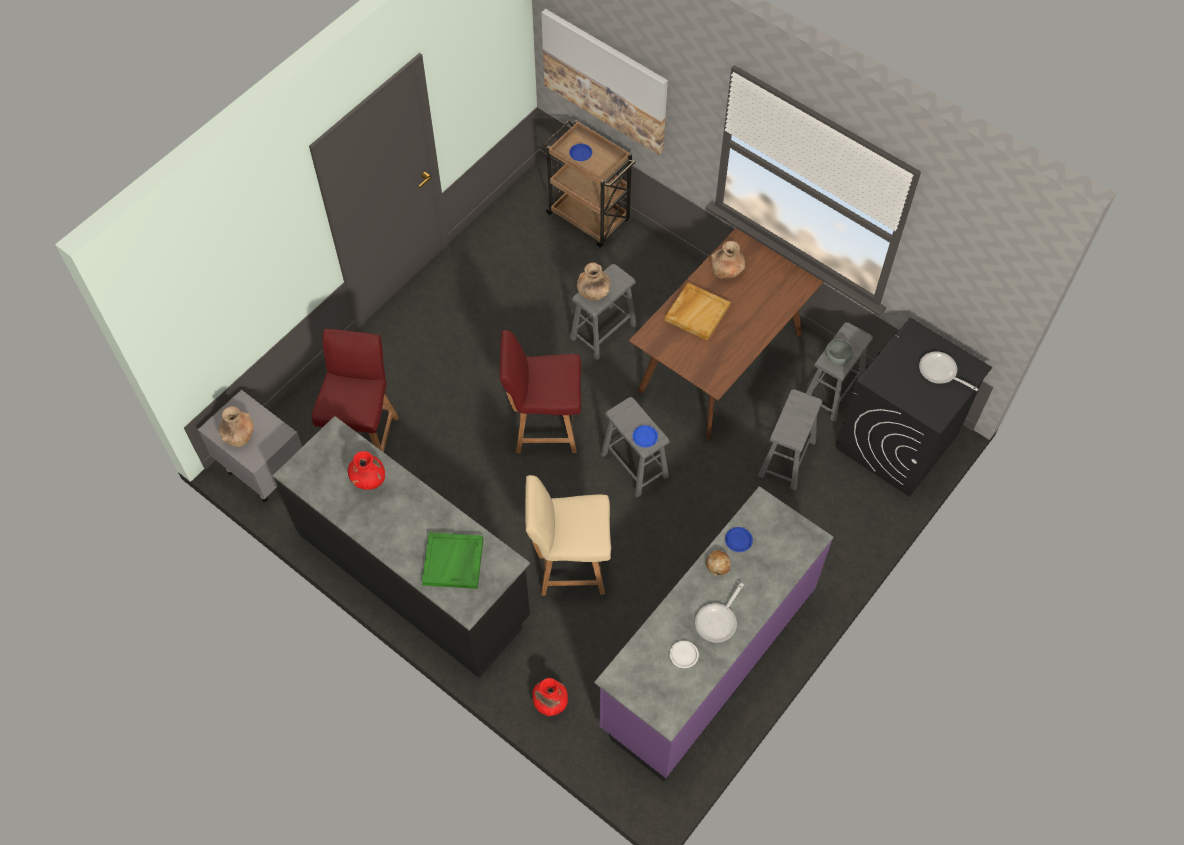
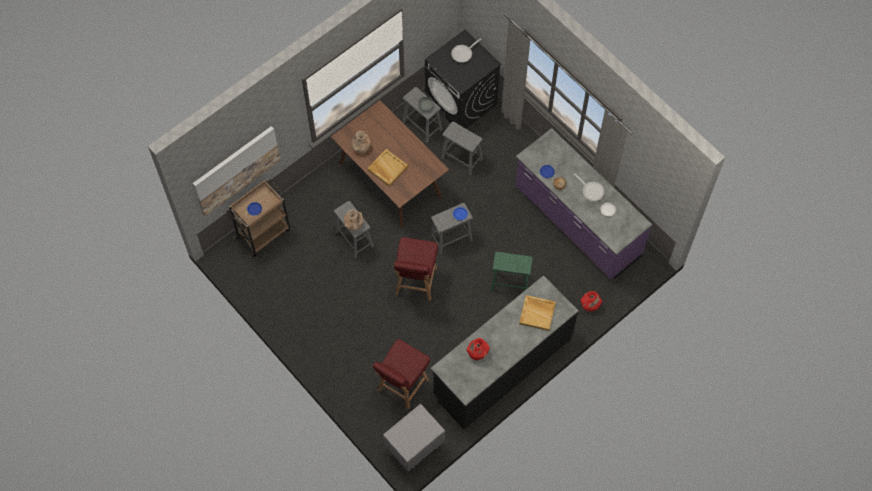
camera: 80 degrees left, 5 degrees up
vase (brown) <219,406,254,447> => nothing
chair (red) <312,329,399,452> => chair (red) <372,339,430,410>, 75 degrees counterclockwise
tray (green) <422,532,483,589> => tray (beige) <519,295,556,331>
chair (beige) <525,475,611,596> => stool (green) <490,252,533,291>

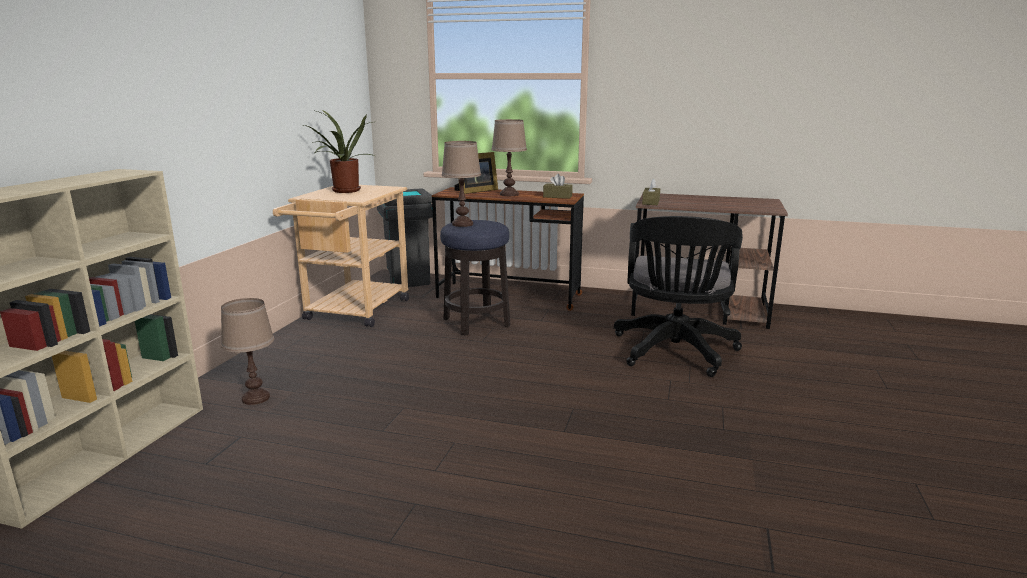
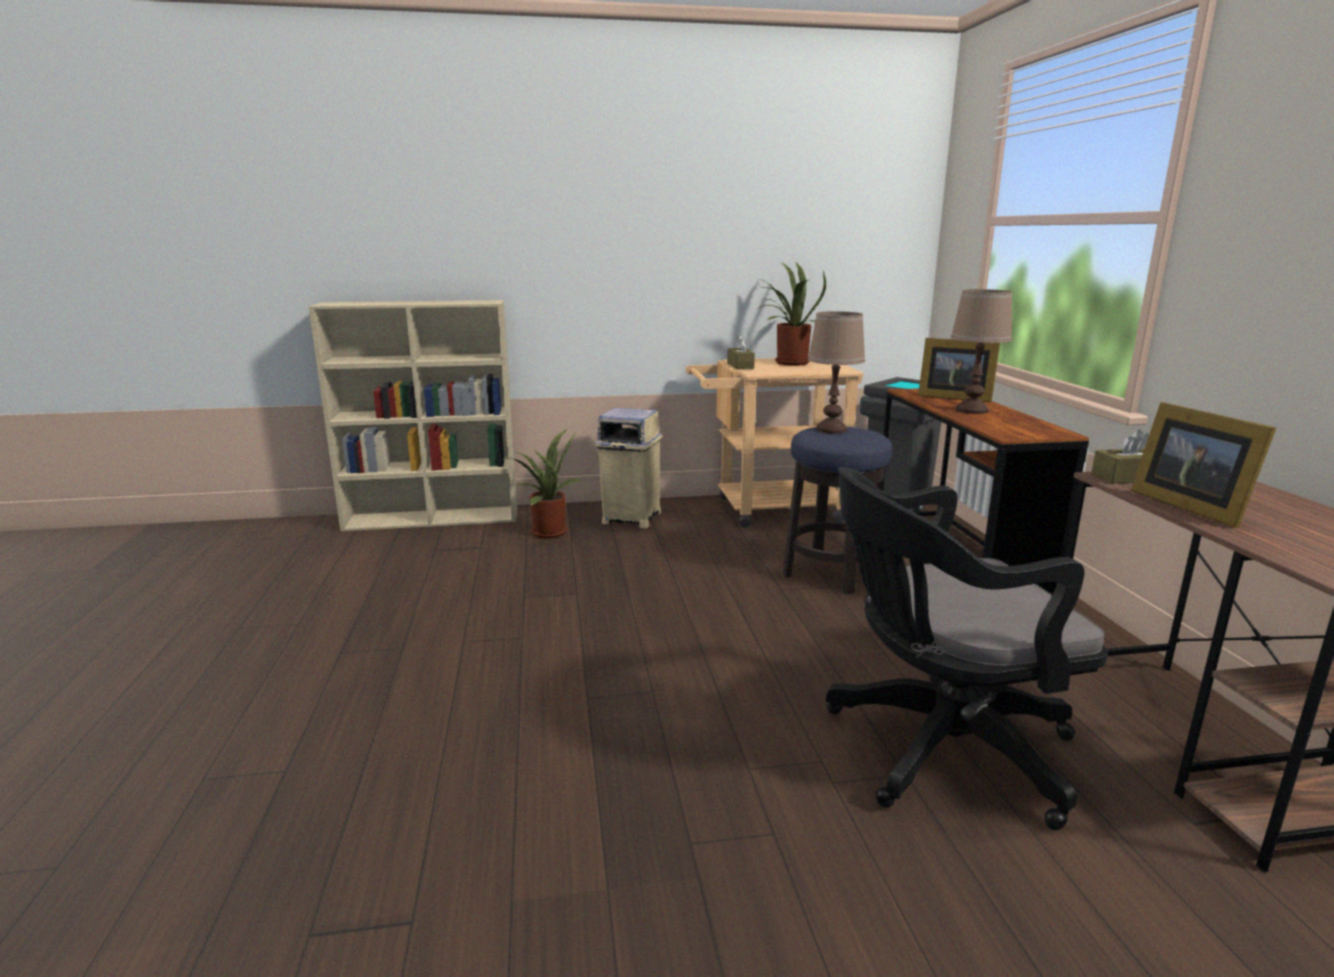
camera: 65 degrees right, 0 degrees up
table lamp (brown) <221,298,274,405> => potted plant <501,430,581,539>
tissue box (brown) <543,174,573,199> => tissue box (brown) <727,335,755,369>, moved
nothing => trash can (beige) <595,408,663,528>
nothing => picture frame <1131,402,1276,528>

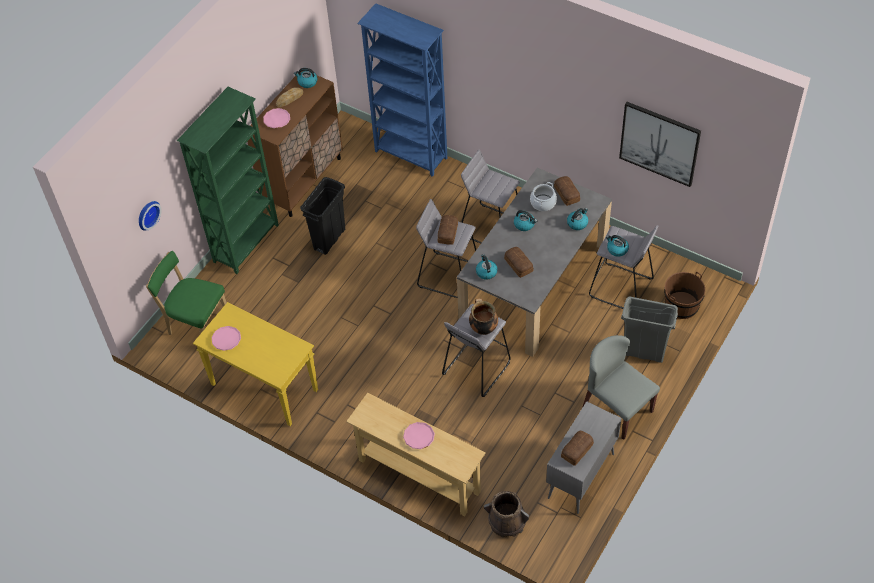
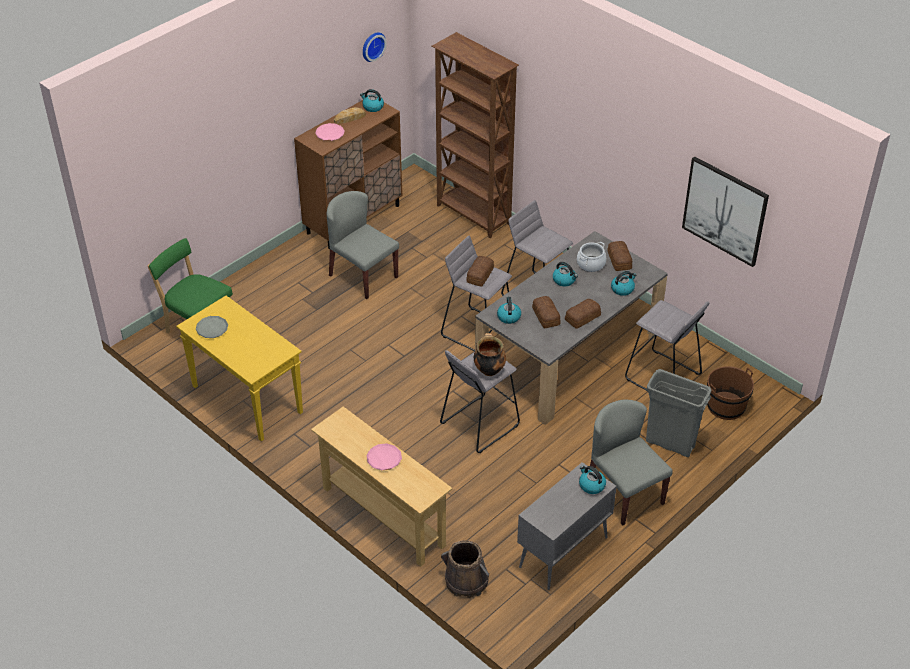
camera: 10 degrees right, 10 degrees down
wall clock <139,201,161,230> => wall clock <363,32,387,62>, moved
bookcase (green) <177,87,279,274> => nothing
plate (pink) <212,326,241,351> => plate (grey) <196,316,228,338>
trash can (black) <300,177,345,255> => chair (grey) <327,191,399,299>
bookcase (blue) <357,3,447,177> => bookcase (brown) <432,32,519,238>
bread <561,431,594,466> => bread <565,299,601,329>, moved
kettle <606,235,629,257> => kettle <579,465,606,494>, moved

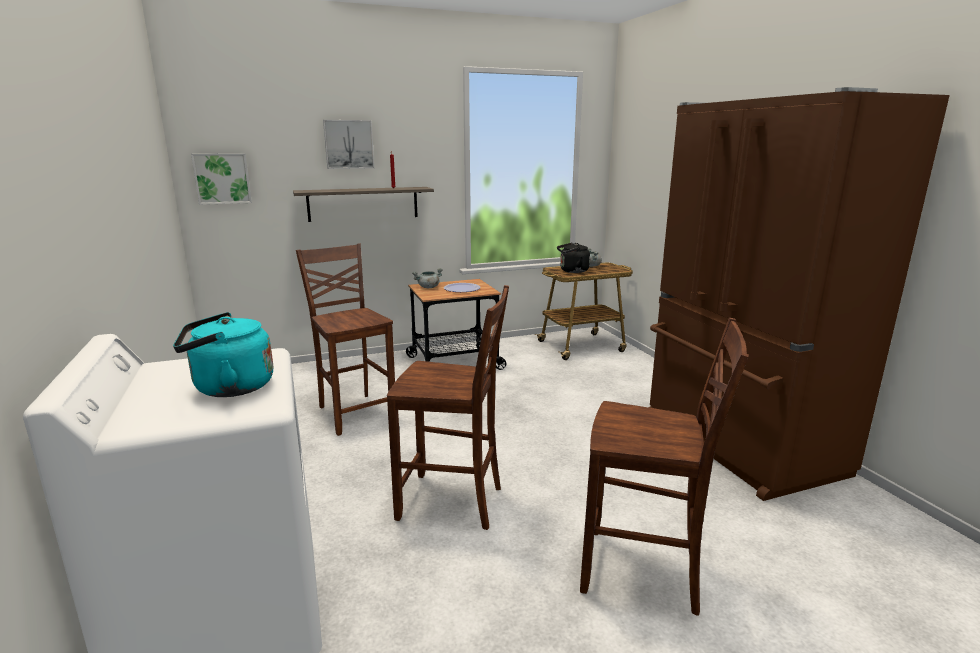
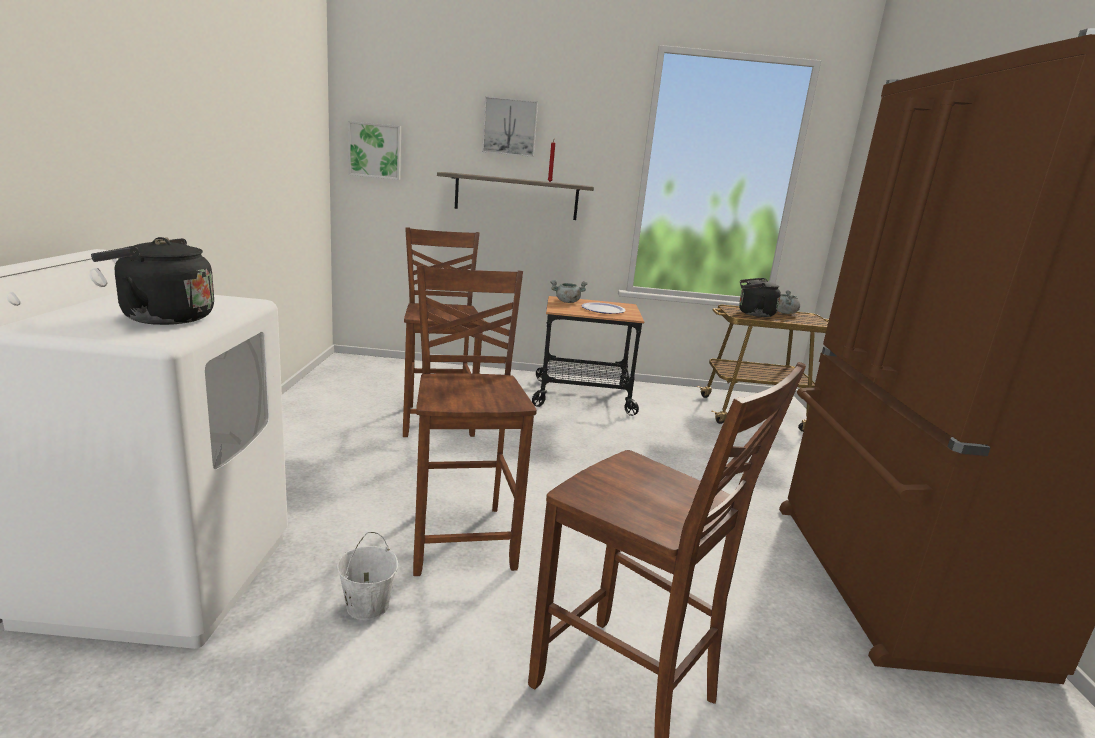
camera: 20 degrees right, 0 degrees up
kettle (turquoise) <173,312,273,397> => kettle (black) <91,237,214,325>
chair (brown) <387,285,509,530> => chair (brown) <413,265,537,576>, 135 degrees counterclockwise
nothing => bucket (white) <337,532,398,620>

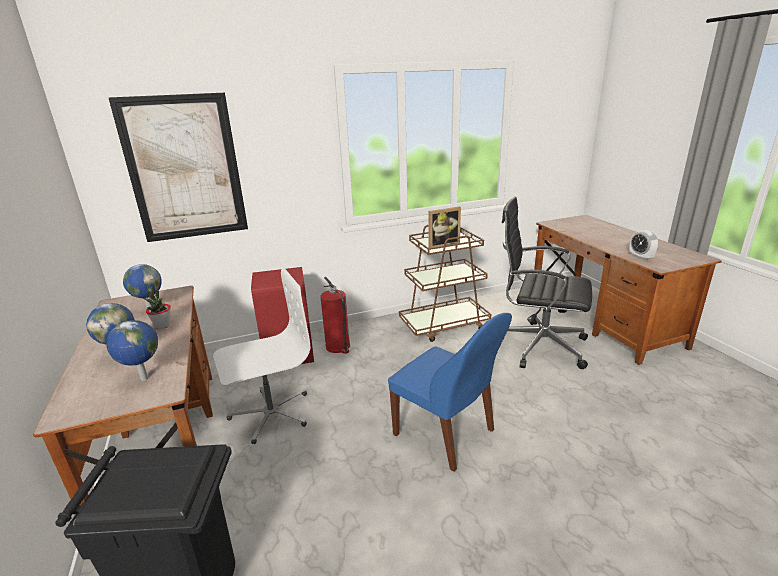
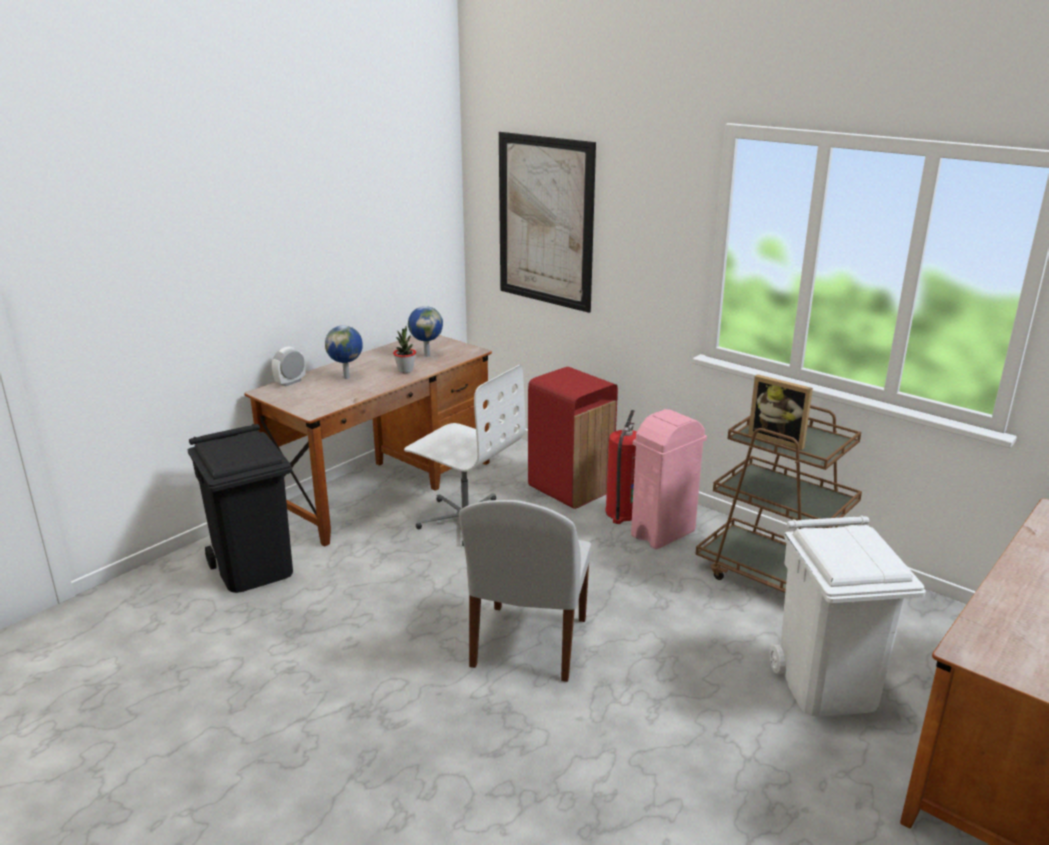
camera: 60 degrees right, 0 degrees up
globe <107,320,158,381> => nothing
chair (blue) <388,313,512,472> => chair (white) <459,500,591,682>
office chair (black) <502,197,592,369> => trash can (white) <769,515,926,717>
alarm clock <629,230,658,260> => alarm clock <272,347,305,386>, moved
nothing => trash can (pink) <631,409,707,549>

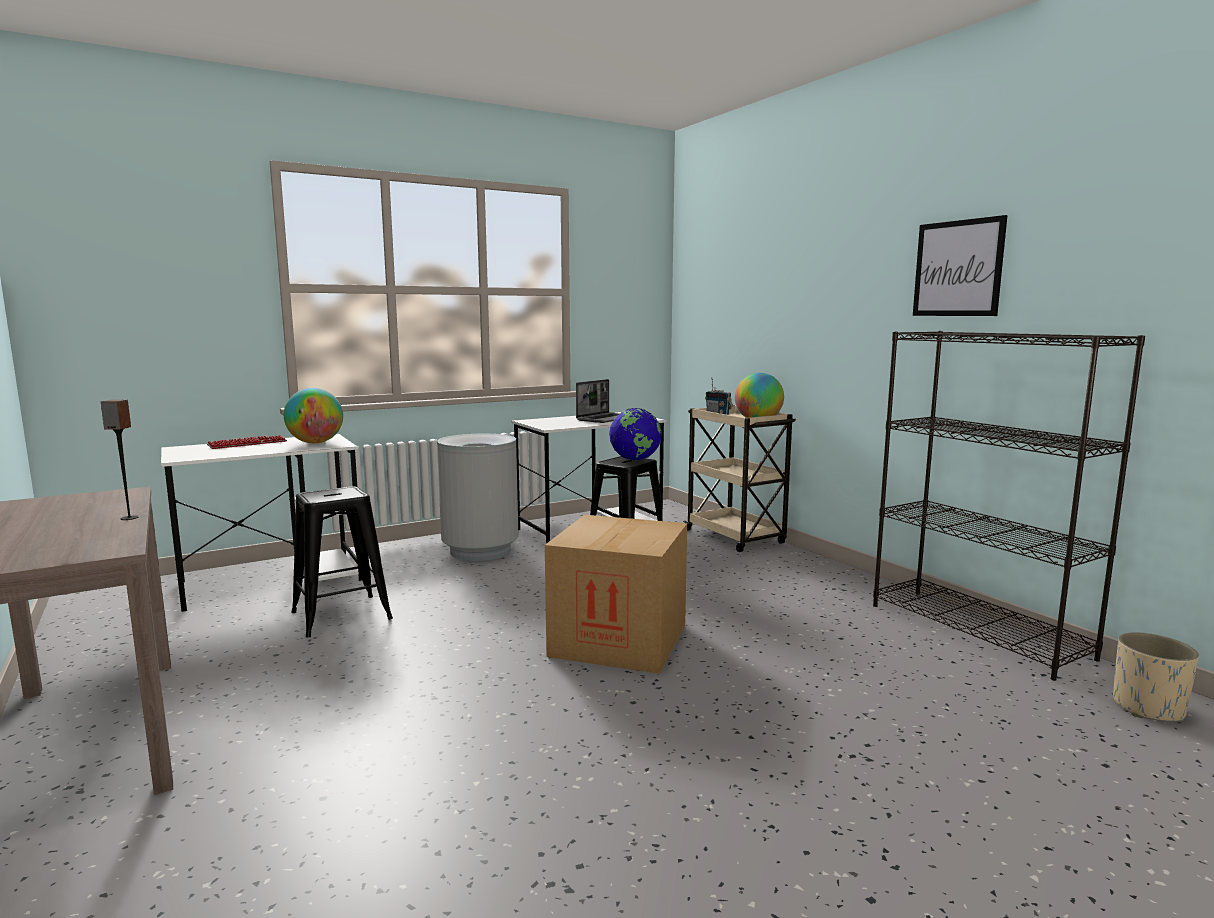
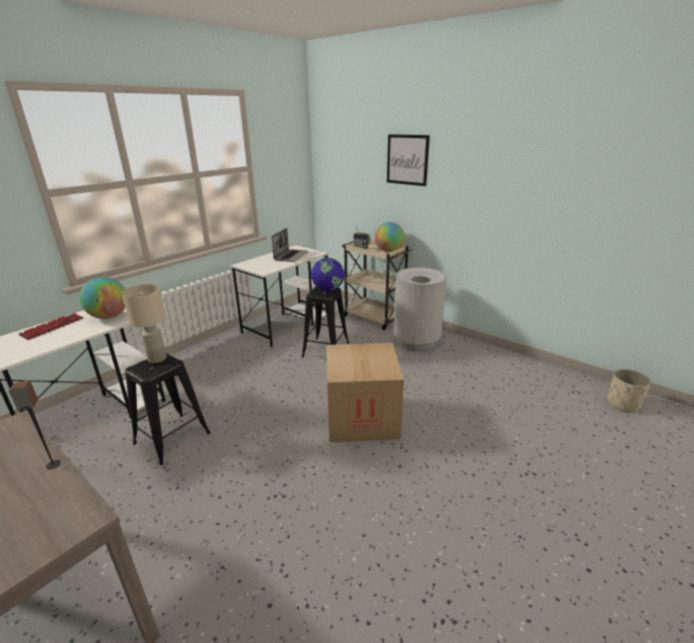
camera: 20 degrees left, 15 degrees up
trash can (grey) <437,434,518,561> => trash can (grey) <394,267,447,350>, moved
bookcase (black) <873,331,1145,681> => nothing
picture <913,215,1007,316> => picture <387,134,430,186>, moved
nothing => table lamp (beige) <122,284,167,363>

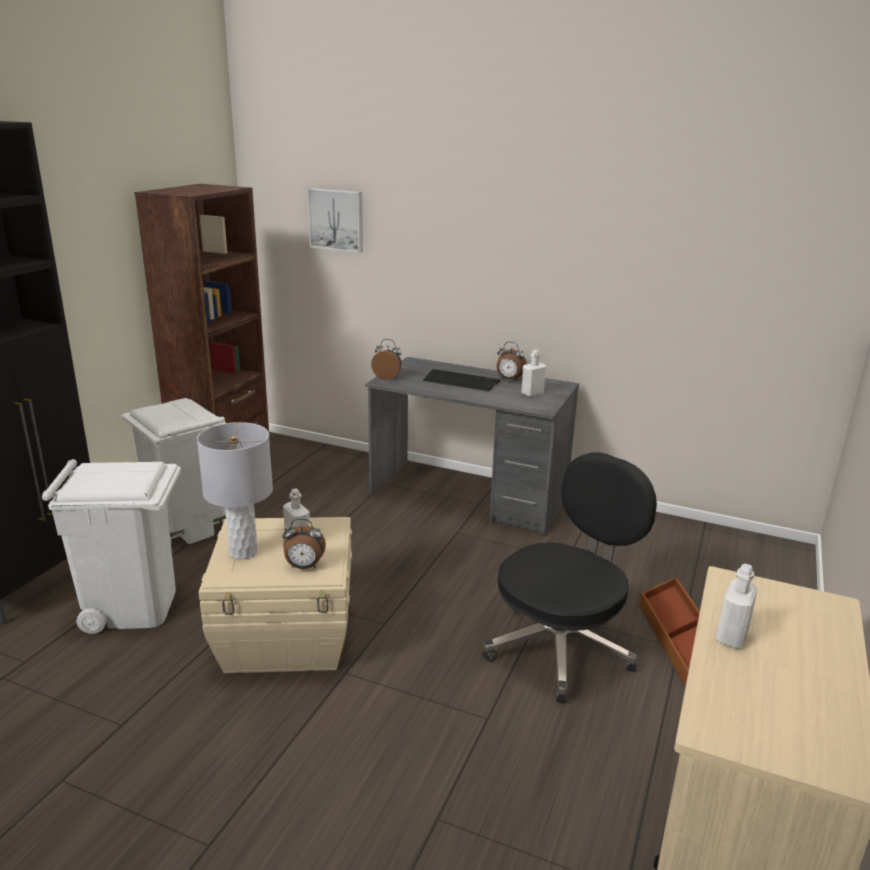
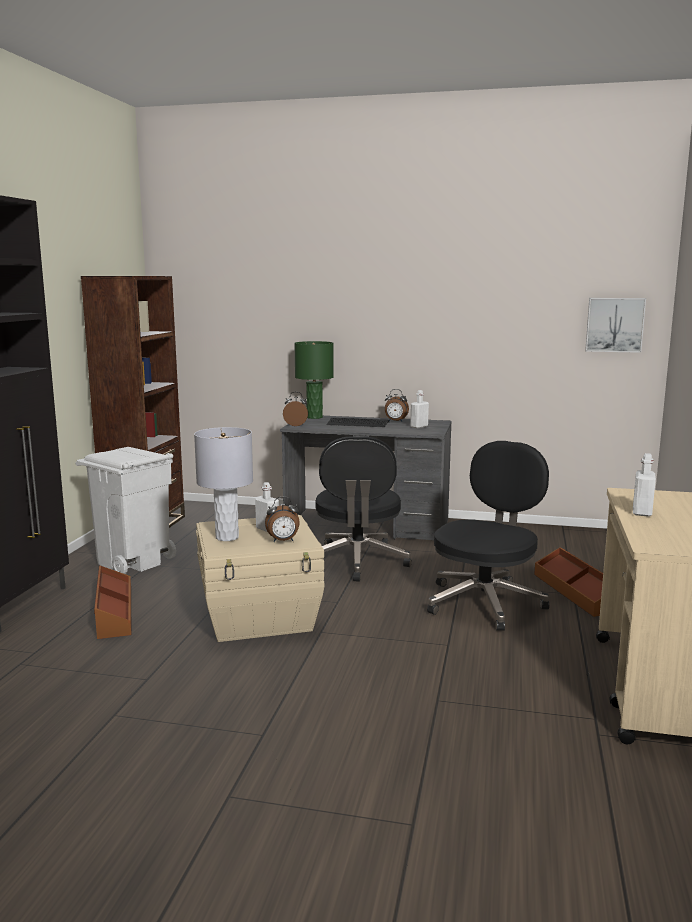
camera: 10 degrees left, 10 degrees down
trash can (white) <42,459,181,634> => storage box (brown) <94,565,131,639>
picture <307,188,363,253> => picture <585,298,646,353>, moved
nothing => table lamp (green) <294,341,334,419>
nothing => office chair (black) <316,436,412,582>

